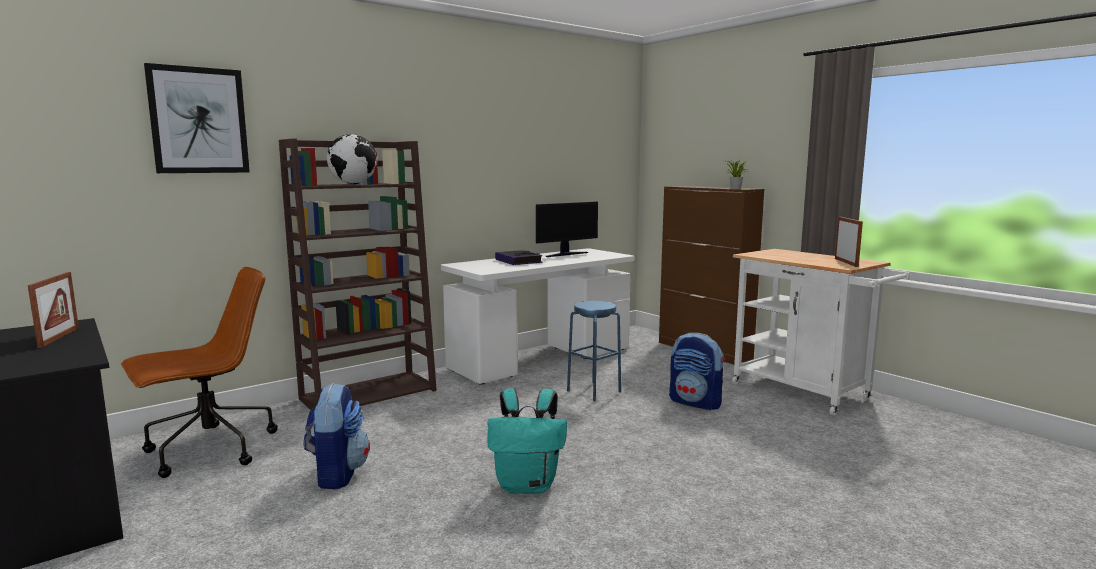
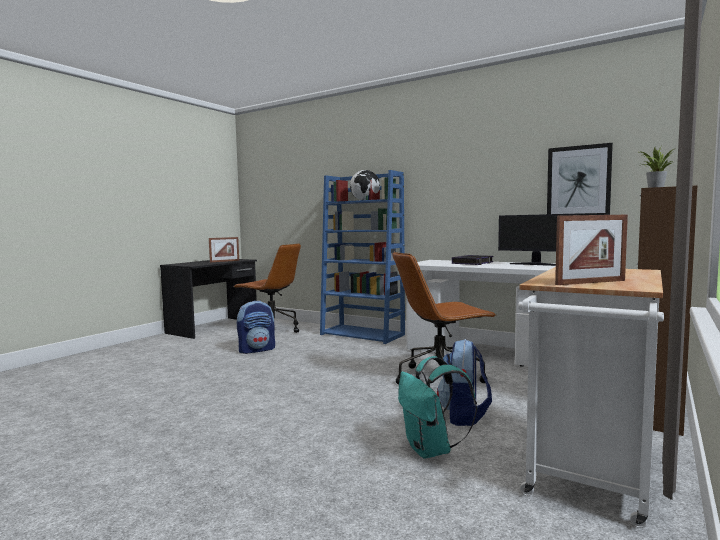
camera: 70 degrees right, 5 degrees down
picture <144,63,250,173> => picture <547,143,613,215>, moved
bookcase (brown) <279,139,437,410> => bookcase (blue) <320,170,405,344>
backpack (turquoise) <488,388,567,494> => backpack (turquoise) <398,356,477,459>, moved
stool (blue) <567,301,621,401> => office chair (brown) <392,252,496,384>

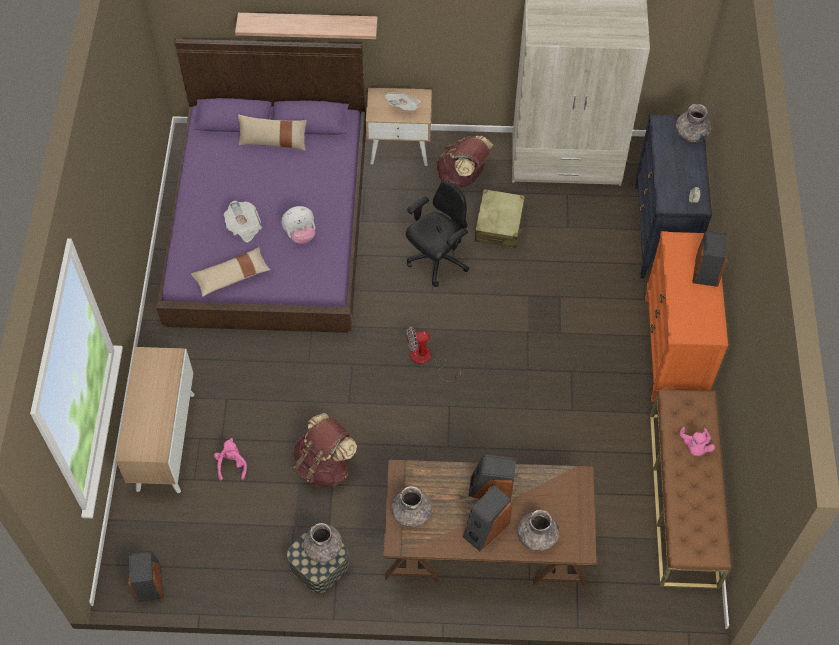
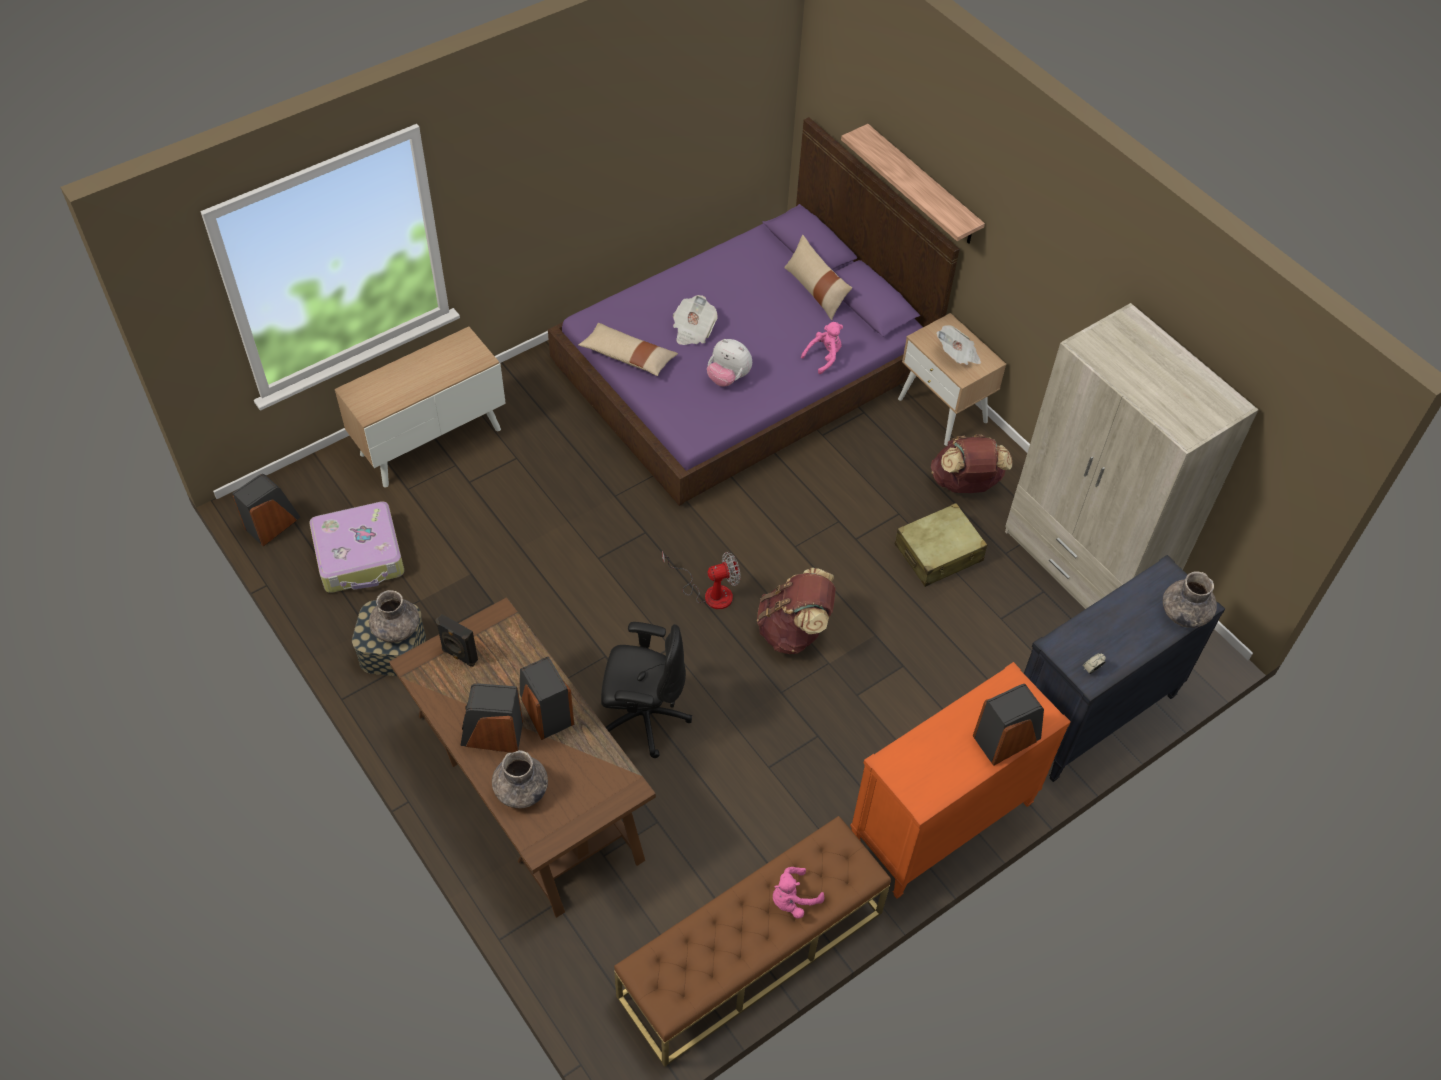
camera: 50 degrees right, 5 degrees down
plush toy (pink) <214,438,247,481> => plush toy (pink) <801,322,843,374>, moved
backpack (brown) <293,413,357,487> => backpack (brown) <757,568,836,654>, moved
vase (grey) <392,486,432,528> => speaker (black) <436,614,478,667>
office chair (black) <406,181,469,287> => office chair (black) <601,622,692,758>, moved
fan <406,326,461,382> => fan <662,551,741,609>, 120 degrees clockwise
nothing => suitcase <309,501,404,593>

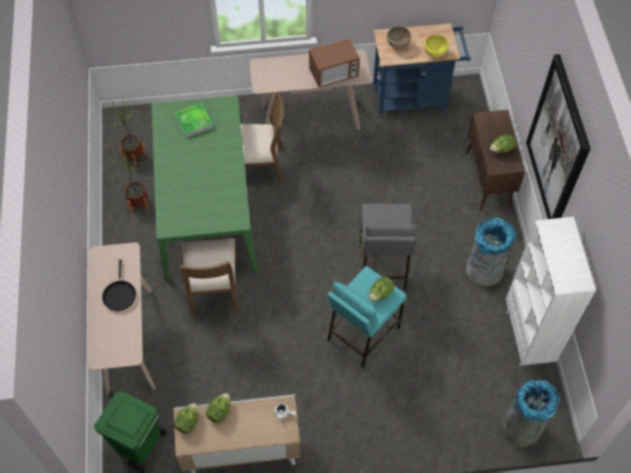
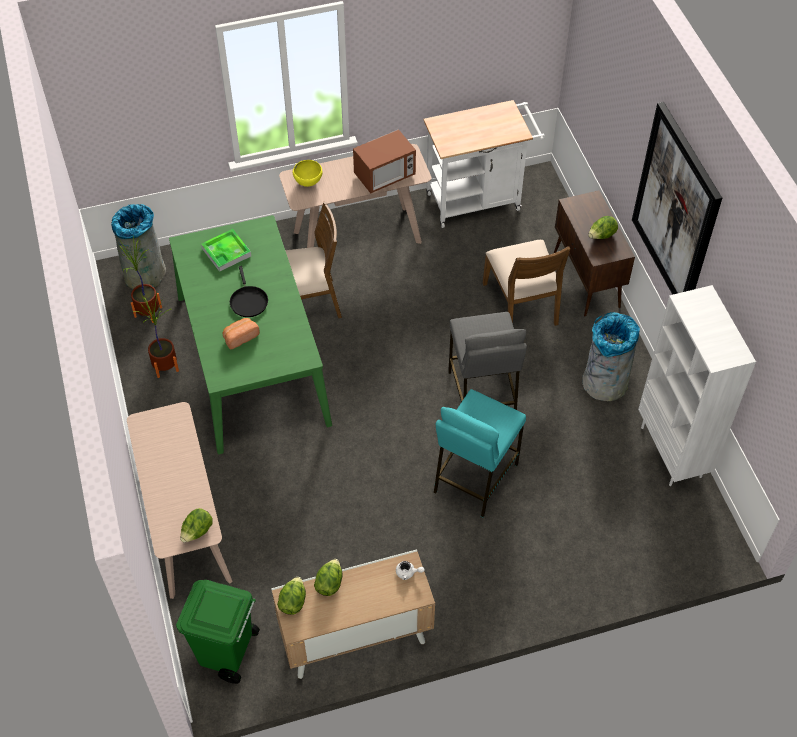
camera: 10 degrees left, 5 degrees down
frying pan (black) <102,260,136,311> => frying pan (black) <230,266,268,317>, moved
chair (brown) <180,238,238,317> => chair (brown) <483,240,570,326>, moved
lettuce <369,277,394,301> => lettuce <180,508,213,543>, moved
cart (blue) <373,23,471,119> => cart (white) <423,100,545,228>
bowl (brown) <387,26,411,49> => nothing
bowl (yellow) <424,35,449,57> => bowl (yellow) <292,160,322,187>, moved
trash can (grey) <502,380,560,448> => trash can (grey) <111,204,166,289>, moved
nothing => bread <222,318,260,349>

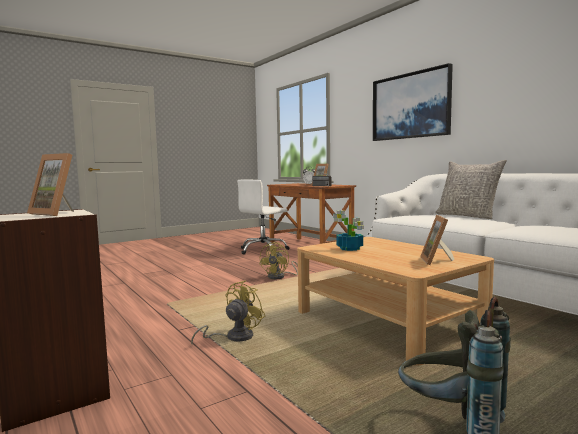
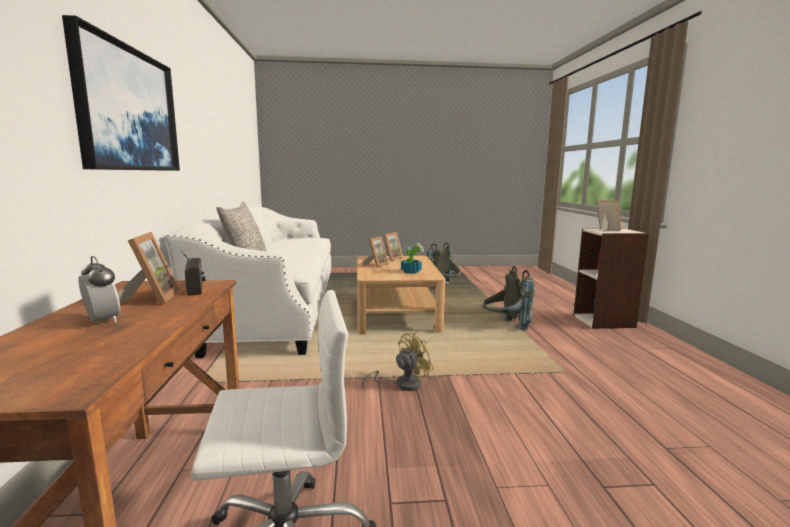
camera: 150 degrees left, 5 degrees up
fan (yellow) <191,281,265,344> => backpack (grey) <483,266,534,331>
nothing => picture frame <363,236,389,268>

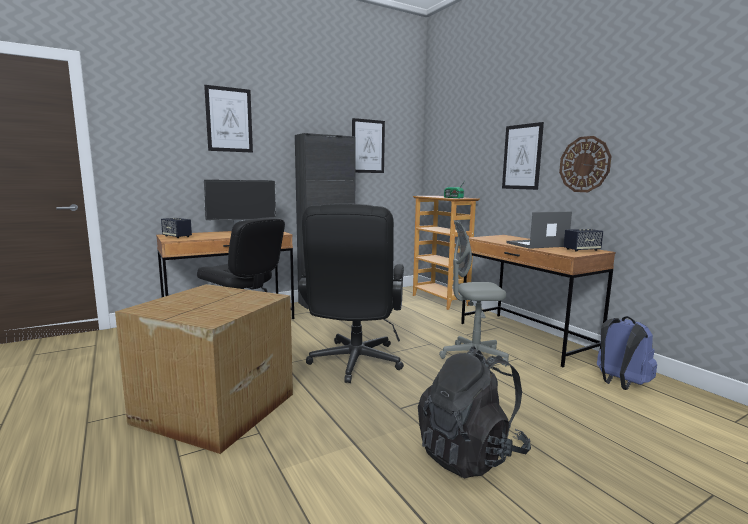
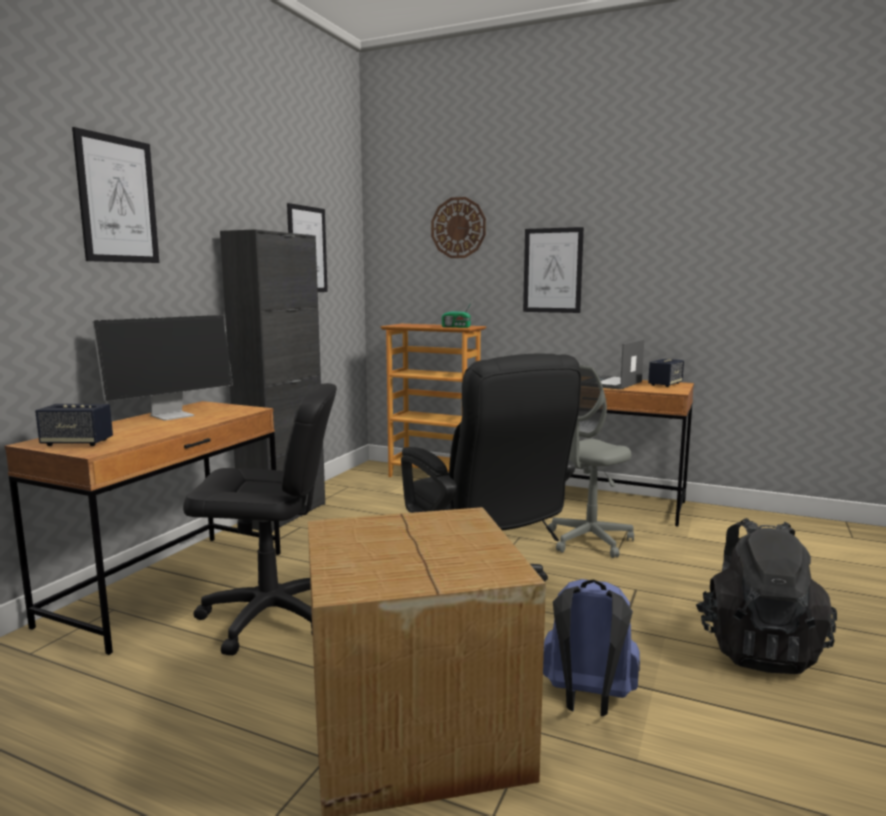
camera: 35 degrees left, 0 degrees up
wall clock <559,136,612,192> => wall clock <431,197,486,258>, moved
backpack (blue) <597,316,657,390> => backpack (blue) <543,579,640,716>, moved

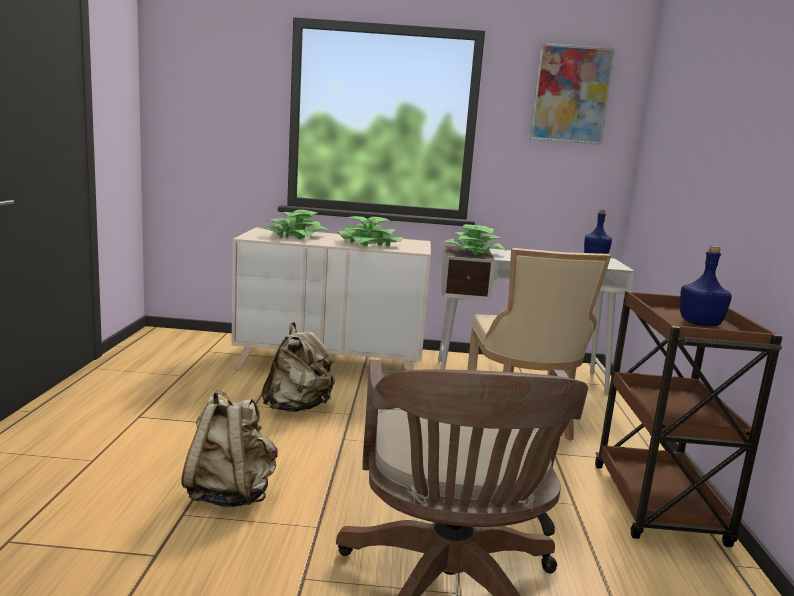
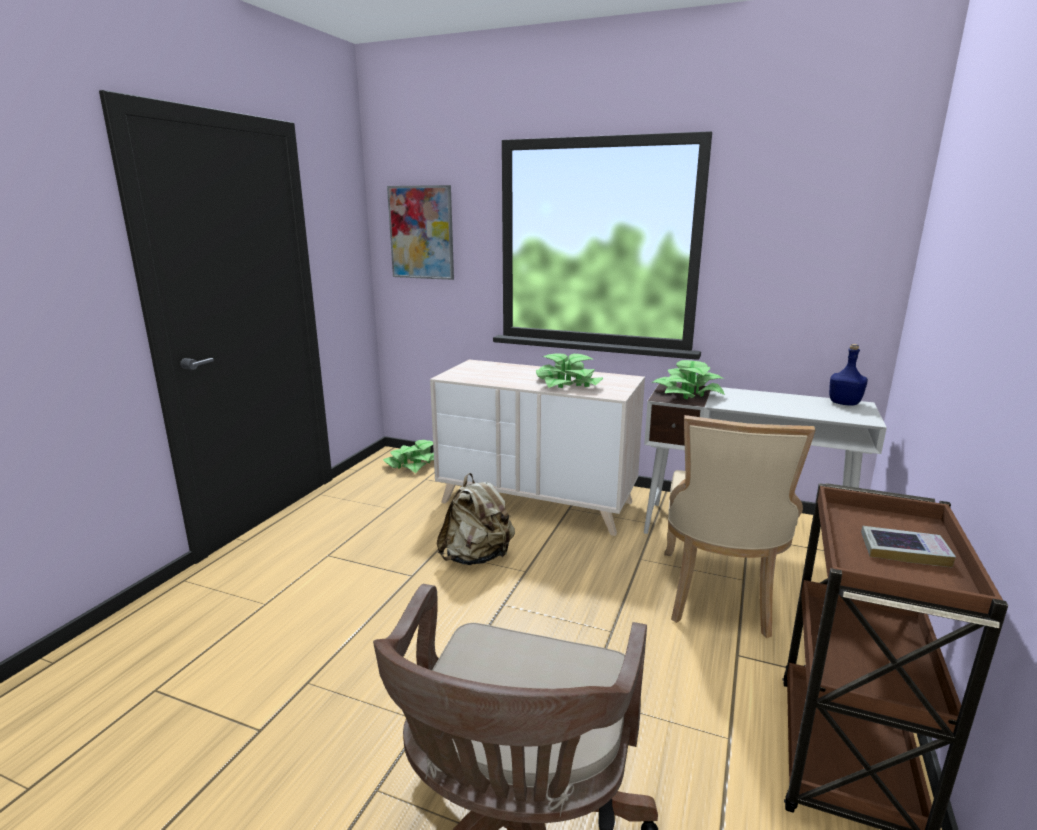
camera: 20 degrees right, 5 degrees up
backpack (beige) <181,390,278,507> => nothing
potted plant <260,210,329,239> => potted plant <383,440,434,473>, moved
picture <530,43,615,145> => picture <387,185,454,280>, moved
bottle (blue) <680,246,732,326> => book <861,526,956,568>

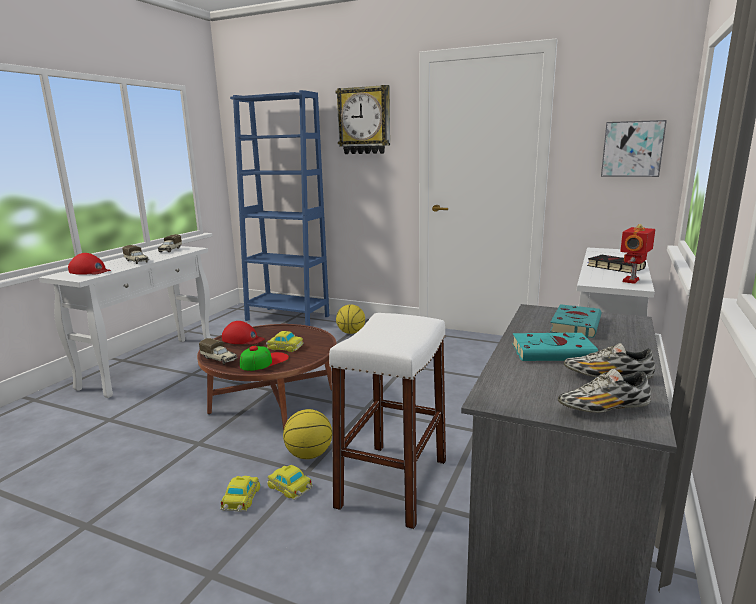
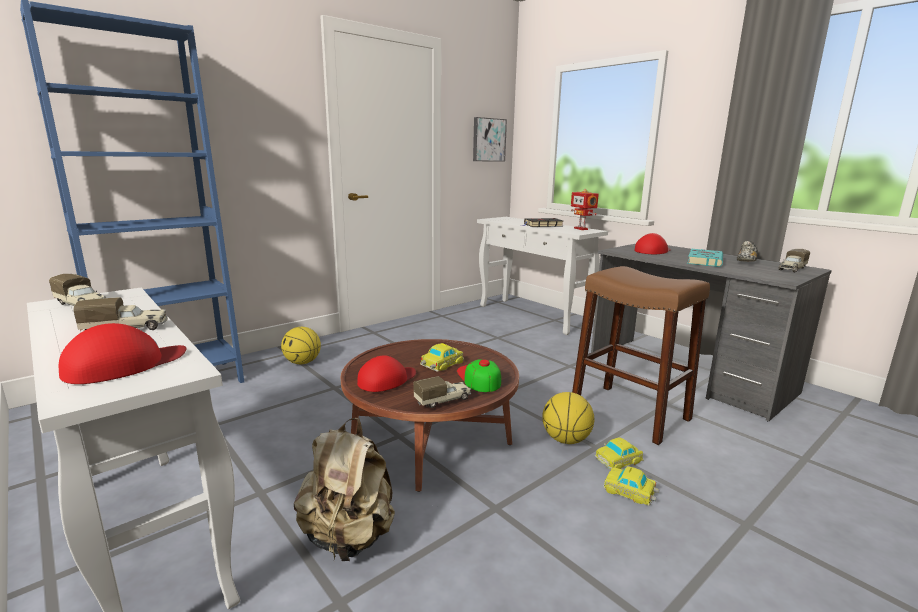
camera: 65 degrees left, 0 degrees up
stool (white) <329,313,446,529> => stool (brown) <572,266,710,445>
wall clock <336,85,390,154> => nothing
book (turquoise) <550,304,601,338> => cap (red) <635,233,671,254>
shoe <558,369,651,413> => toy truck <779,249,810,273>
nothing => backpack (beige) <294,418,395,561>

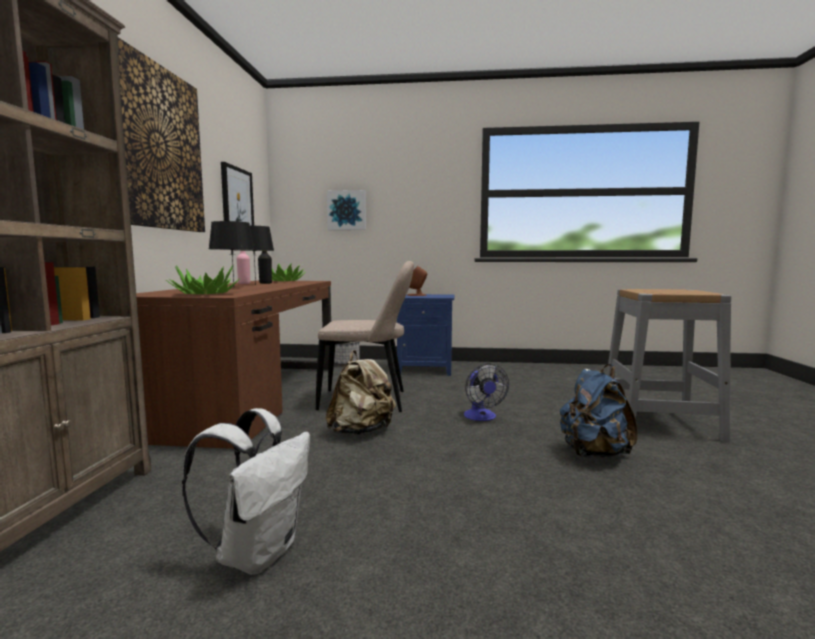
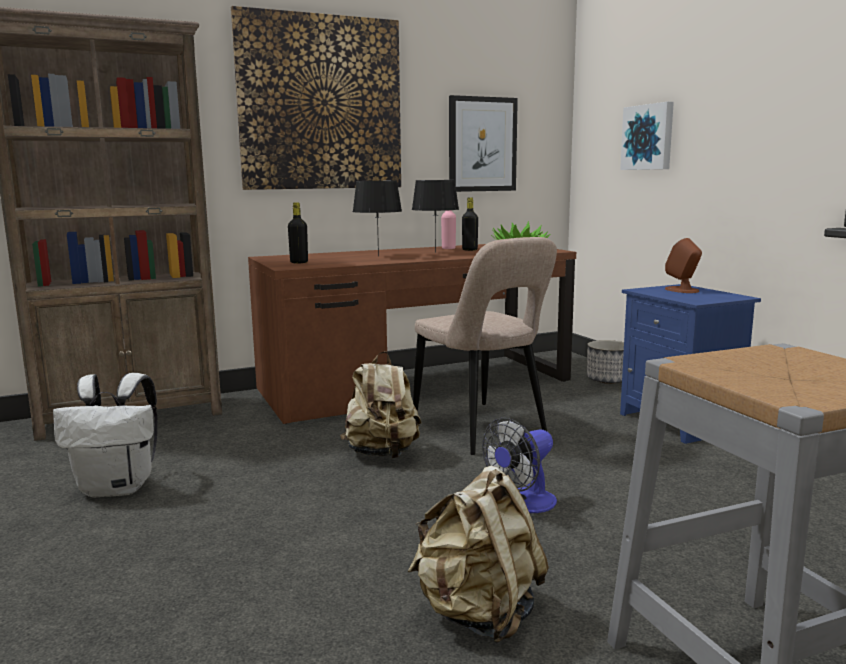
camera: 60 degrees right, 5 degrees up
potted plant <166,265,240,294> => bottle (black) <288,202,308,263>
backpack (blue) <560,364,638,458> => backpack (beige) <408,466,549,643>

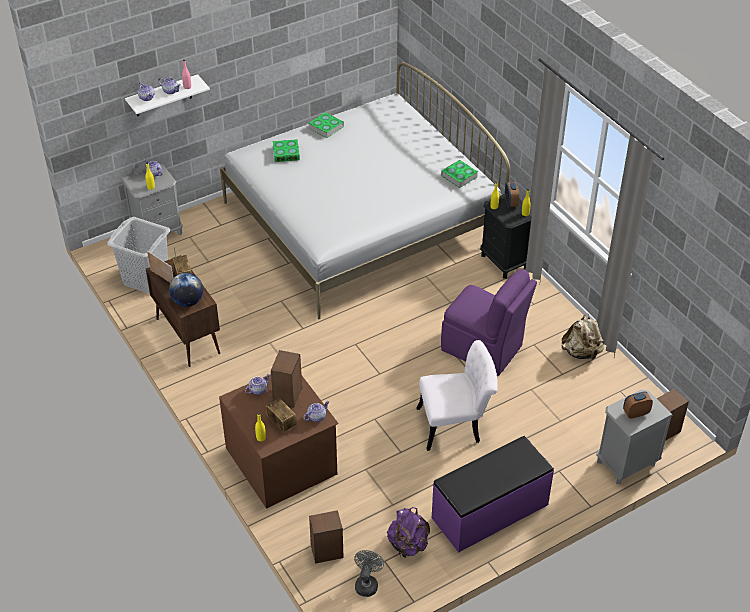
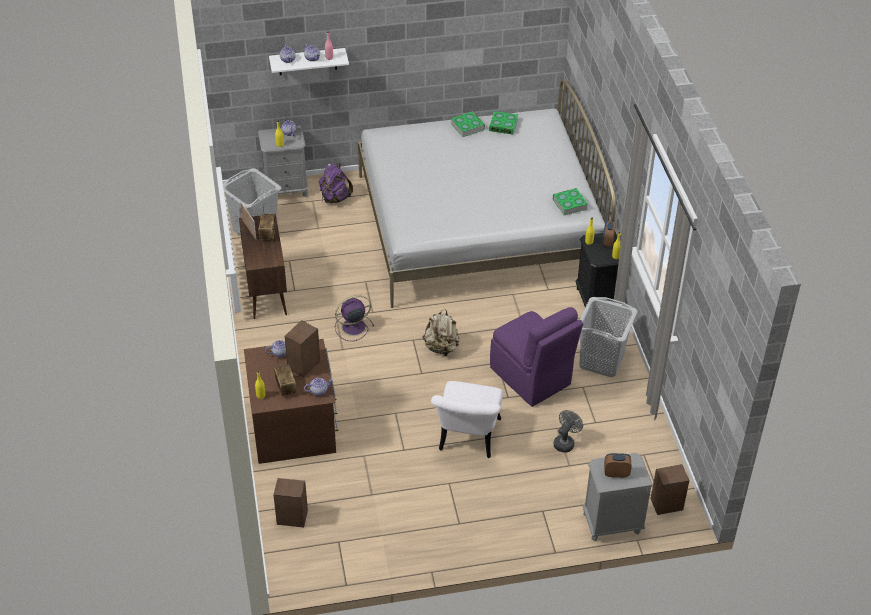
camera: 20 degrees right, 0 degrees up
globe <169,273,203,307> => nothing
book <273,139,300,162> => book <489,111,518,135>, moved
fan (grey) <354,550,384,597> => fan (grey) <553,410,583,453>, moved
backpack (purple) <387,507,430,558> => backpack (purple) <319,163,353,204>, moved
chair (white) <416,340,498,451> => chair (white) <431,381,503,458>, 90 degrees clockwise
bench (purple) <432,436,554,553> => nothing
backpack (beige) <561,313,604,360> => backpack (beige) <422,309,460,356>, moved
nothing => fan (purple) <335,295,374,341>
nothing => laundry basket (grey) <580,297,638,377>

